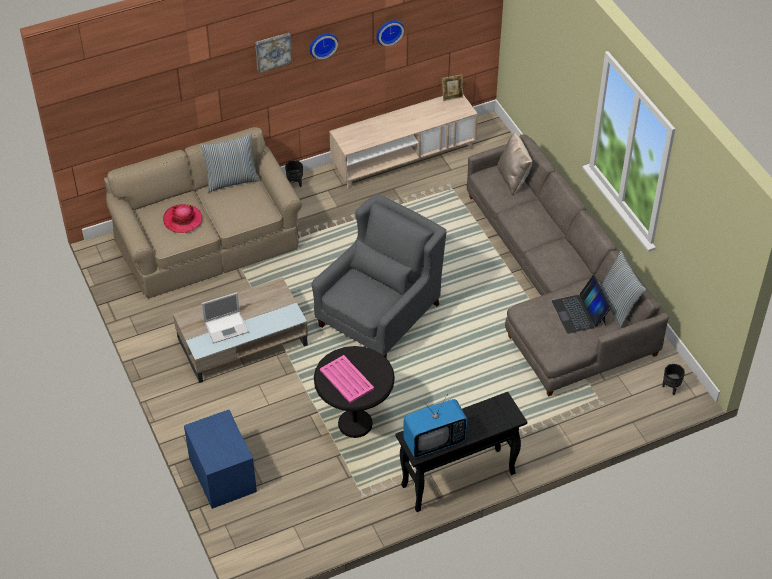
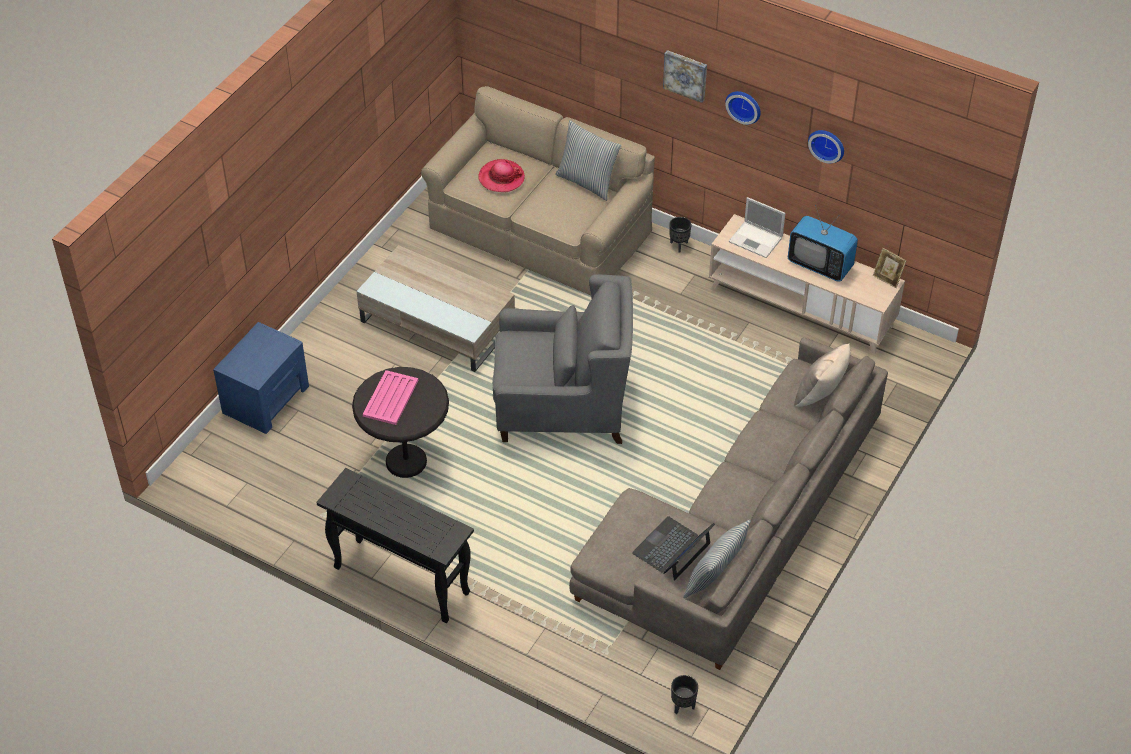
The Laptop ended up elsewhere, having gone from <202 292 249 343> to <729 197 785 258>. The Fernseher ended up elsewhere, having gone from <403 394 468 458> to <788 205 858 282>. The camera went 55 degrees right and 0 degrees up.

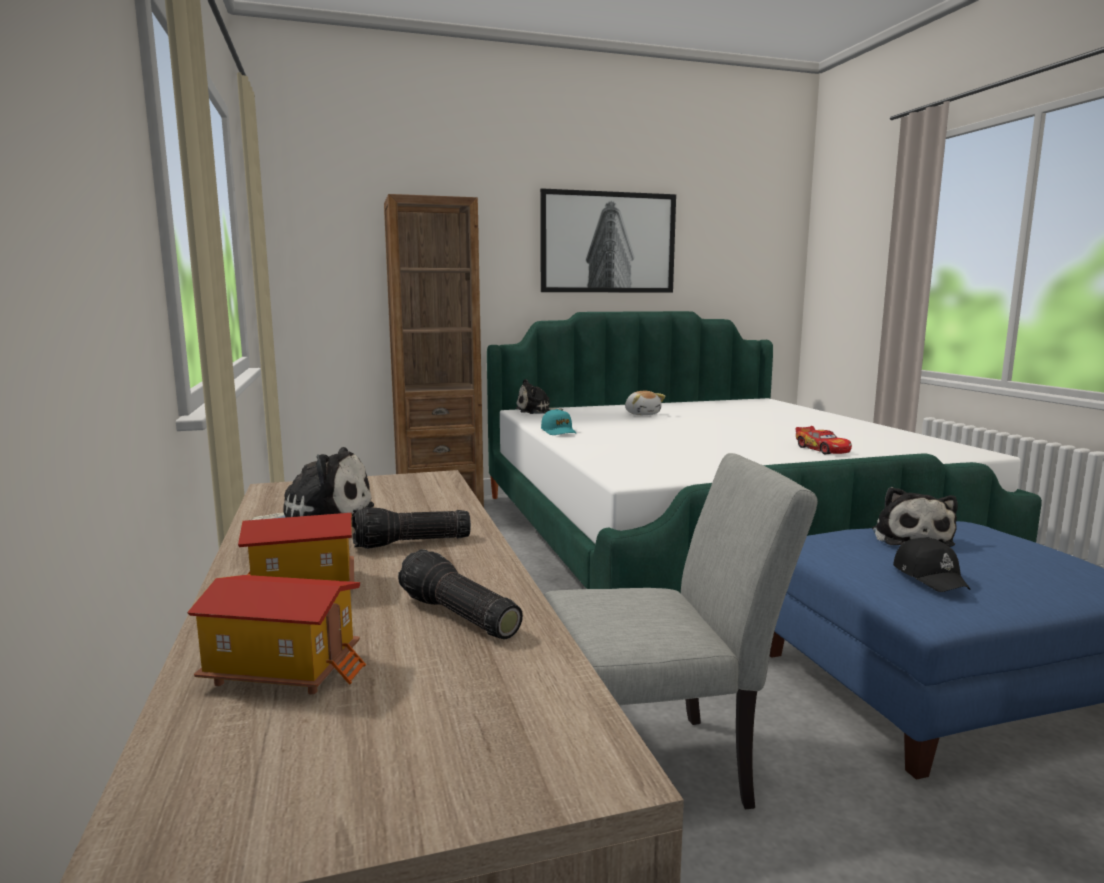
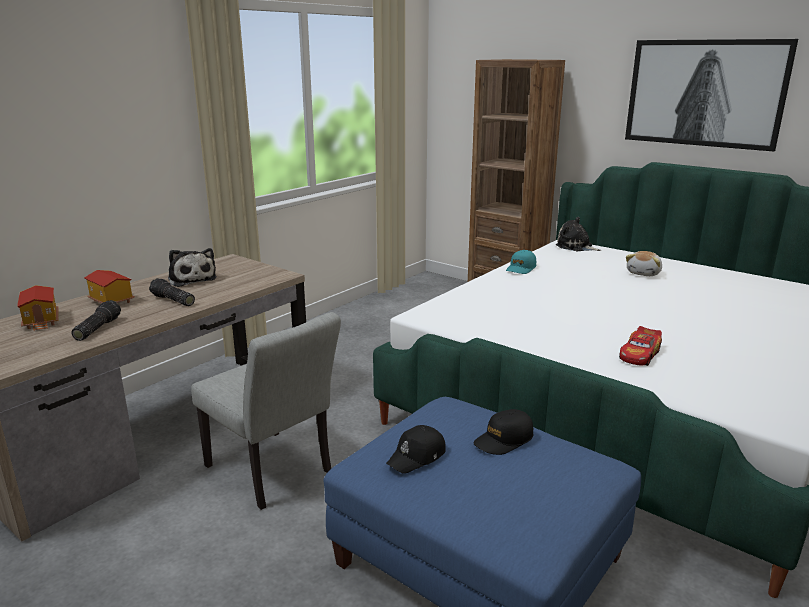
Where the Plüschtier stood at <872 487 958 547>, the Kappe/schwarz came to stand at <473 409 533 455>. The camera went 55 degrees right and 10 degrees up.

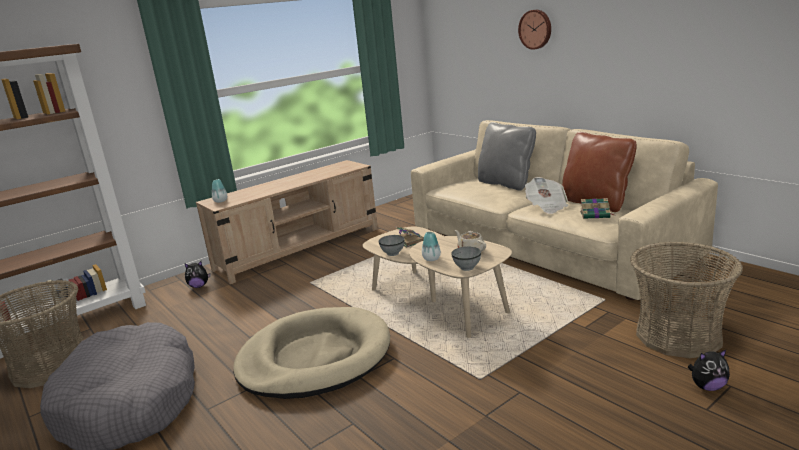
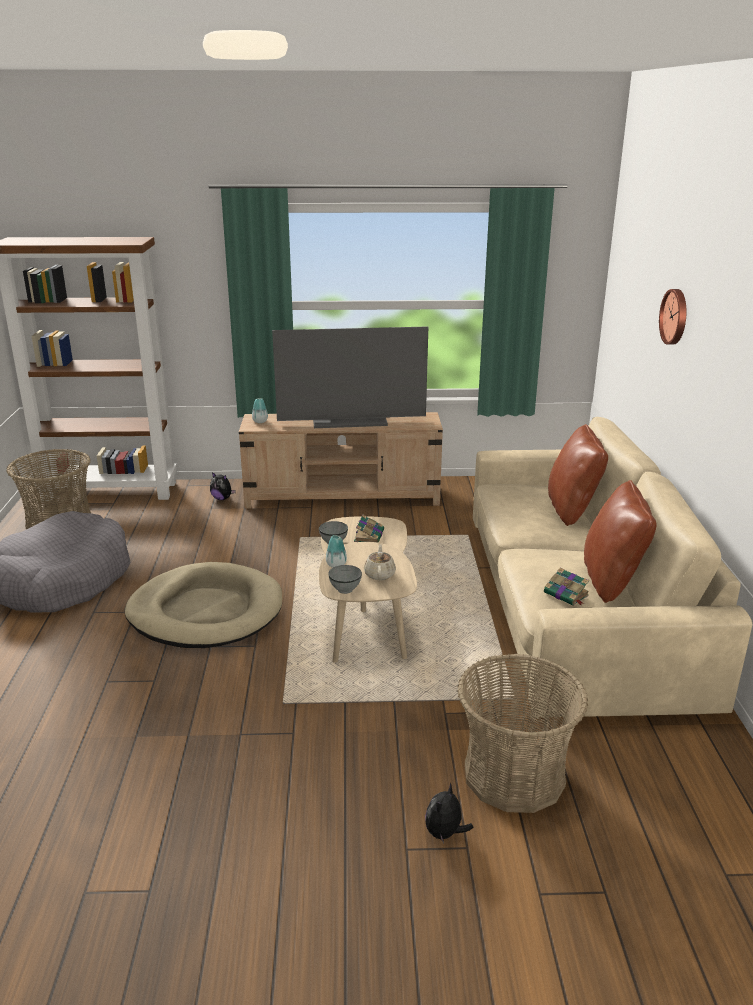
The second view lost the Zeitung at <525 177 569 214>. The second view gained the Fernseher at <272 326 428 428>. What was the Kissen/grau at <478 122 536 191> turned into the Kissen/braun at <548 424 608 526>. The Plüschtier at <688 350 730 391> ended up facing another way, 90 degrees clockwise from before. The camera went 35 degrees right and 5 degrees up.

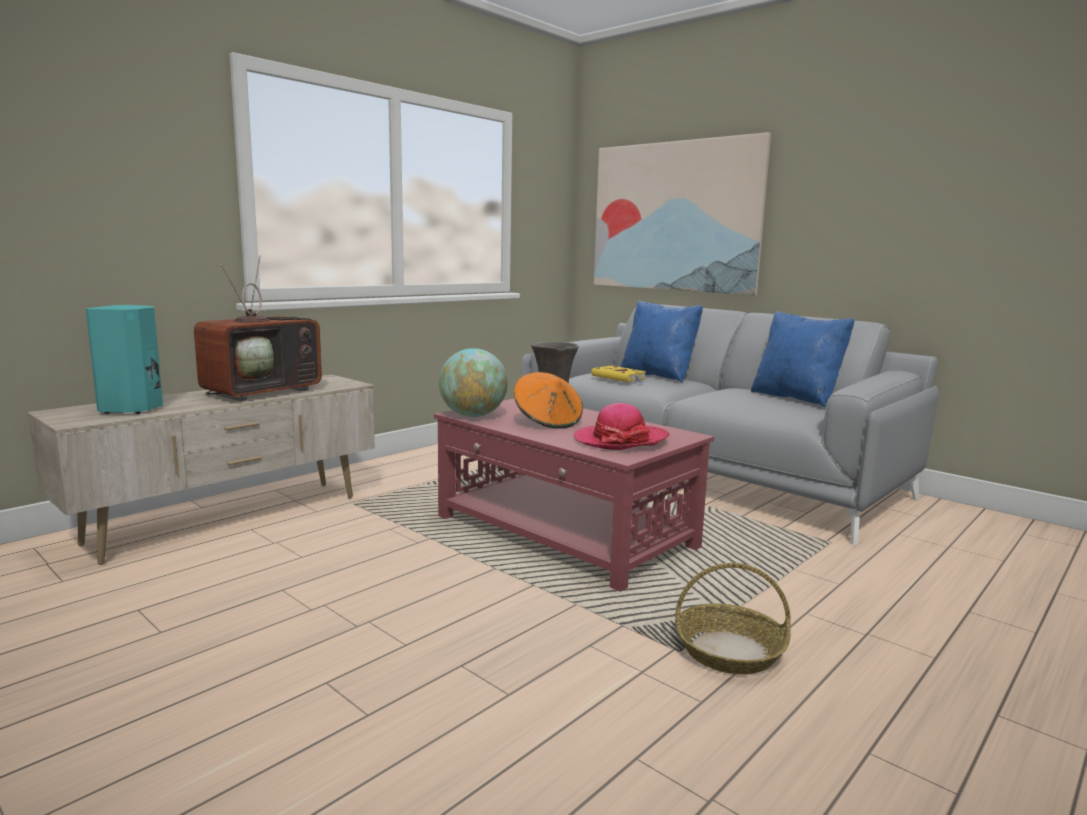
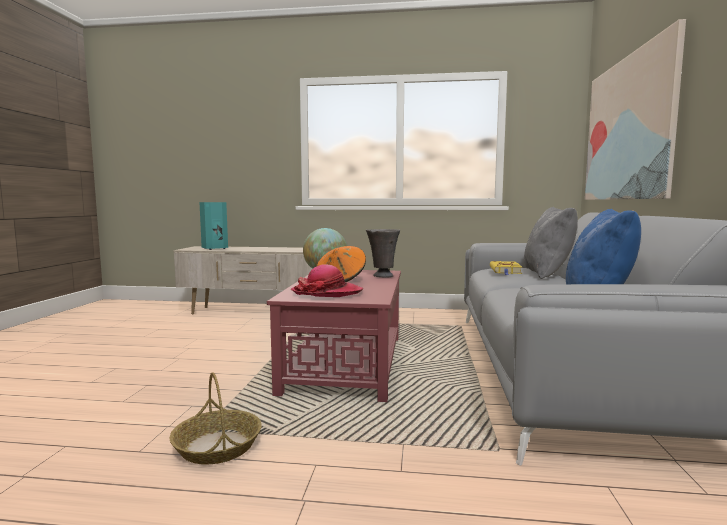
The second view lost the Fernseher at <194 255 322 401>. What was the Kissen/blau at <621 300 703 382> turned into the Kissen/grau at <524 207 578 279>. The camera went 55 degrees right and 5 degrees down.

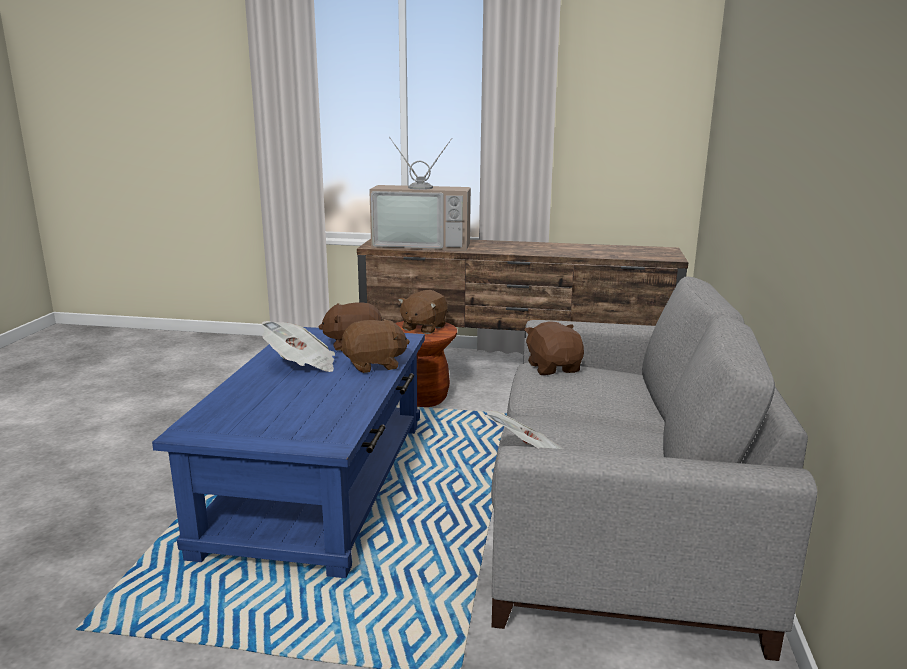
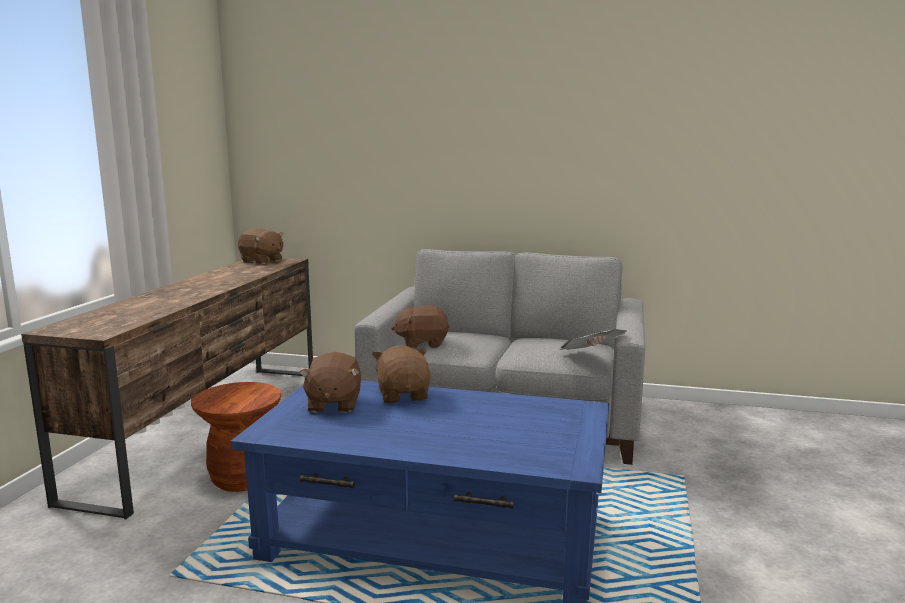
The second view lost the Zeitung at <261 321 335 372>. The second view lost the Fernseher at <369 137 471 251>. The Plüschtier/braun ended up elsewhere, having gone from <398 290 448 334> to <238 228 283 264>. The camera went 85 degrees left and 5 degrees down.

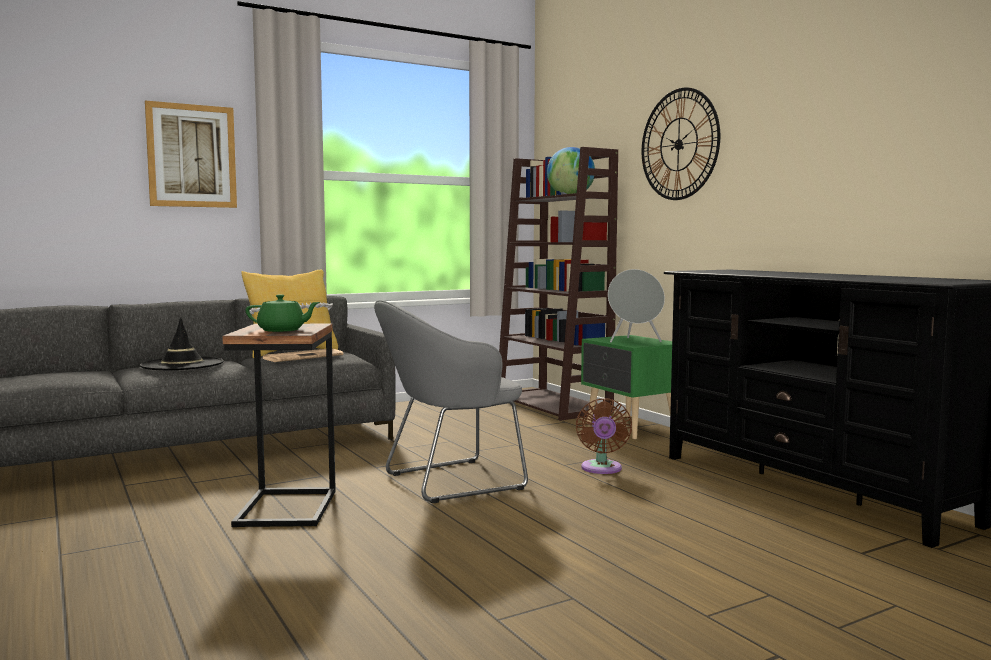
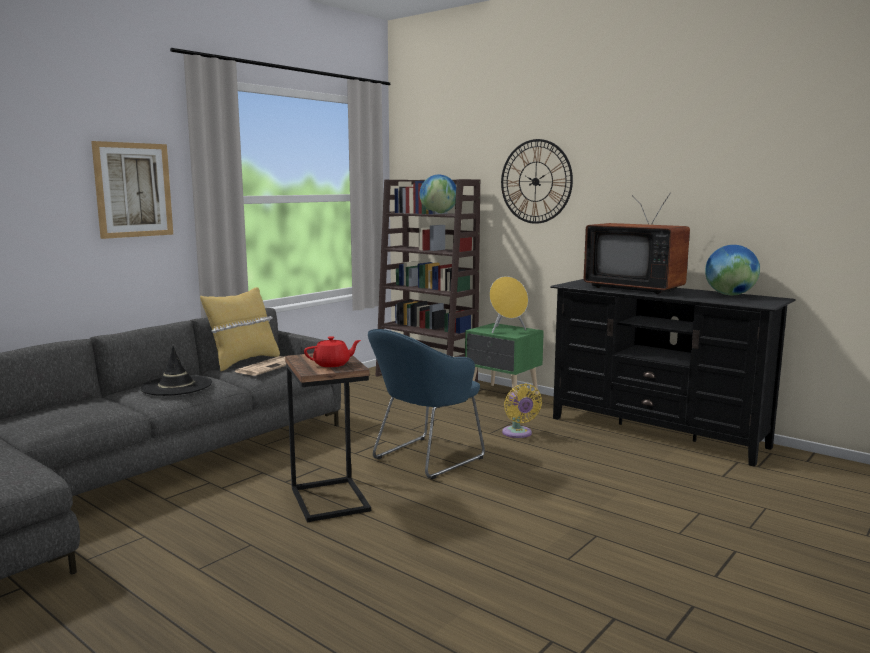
The second view gained the Fernseher at <584 192 690 294>. The second view gained the Globus at <705 245 760 295>. What was the Teekanne/grün at <245 295 320 332> turned into the Teekanne/rot at <304 336 361 367>. What was the Sessel/grau at <374 300 528 503> turned into the Sessel/blau at <368 329 485 479>. What was the Ventilator/braun at <576 398 632 474> turned into the Ventilator/gelb at <502 384 542 438>. What was the Lautsprecher/grau at <608 269 665 342> turned into the Lautsprecher/gelb at <489 276 528 333>. The camera went 20 degrees left and 5 degrees up.

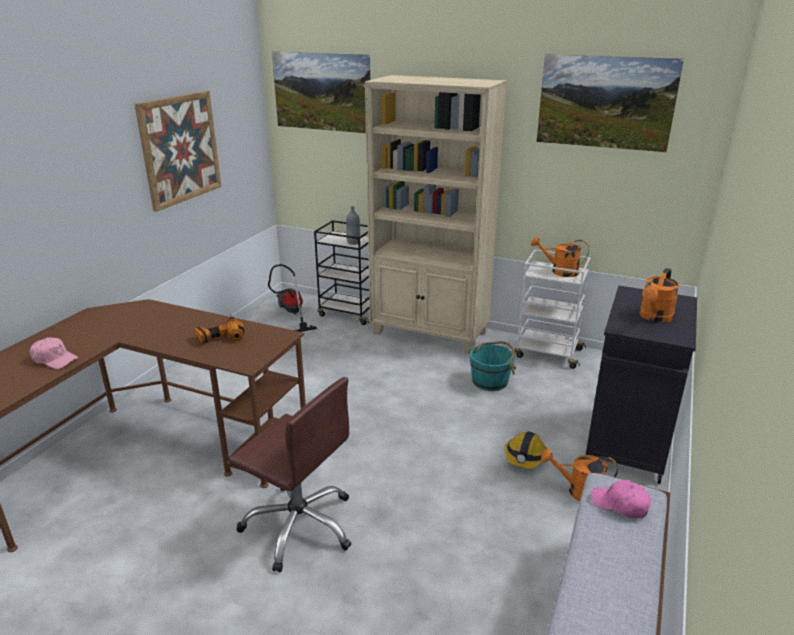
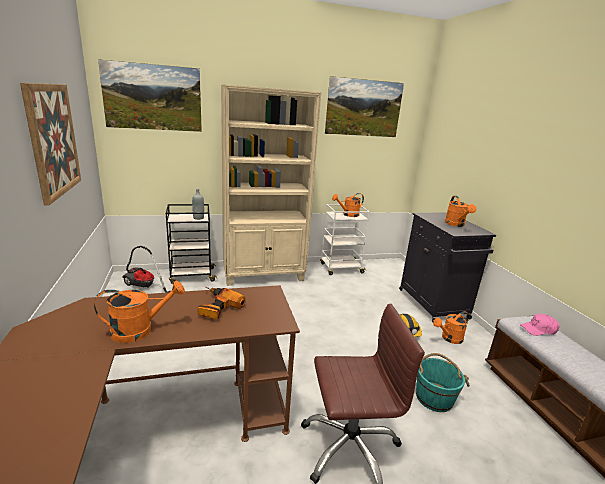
The second view lost the Kappe/rosa at <30 337 79 369>. The second view gained the Gießkanne/orange at <94 281 185 343>. The Eimer/türkis ended up elsewhere, having gone from <468 341 516 391> to <416 353 470 412>. The camera went 40 degrees left and 5 degrees down.

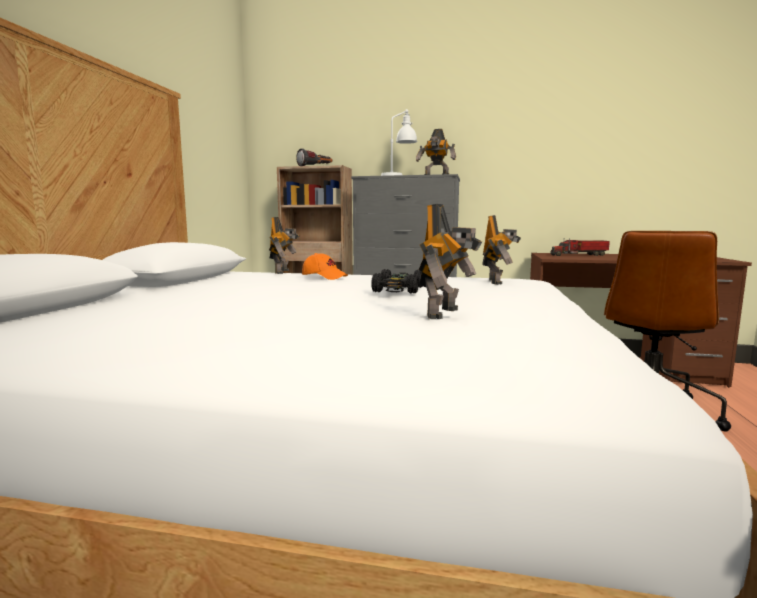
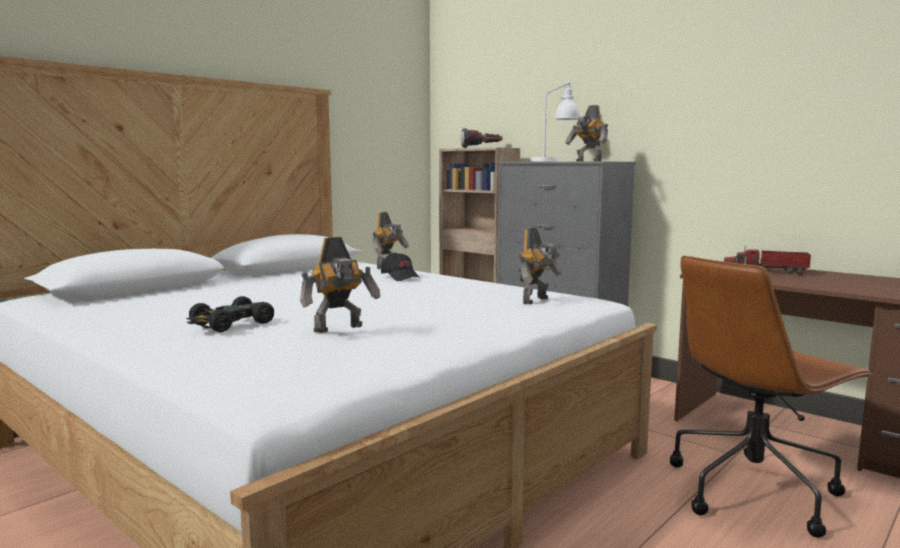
The Spielzeugauto/schwarz ended up elsewhere, having gone from <371 269 422 294> to <186 296 274 332>. What was the Kappe/orange at <302 253 348 280> turned into the Kappe/schwarz at <381 253 420 281>. The camera went 30 degrees right and 0 degrees up.

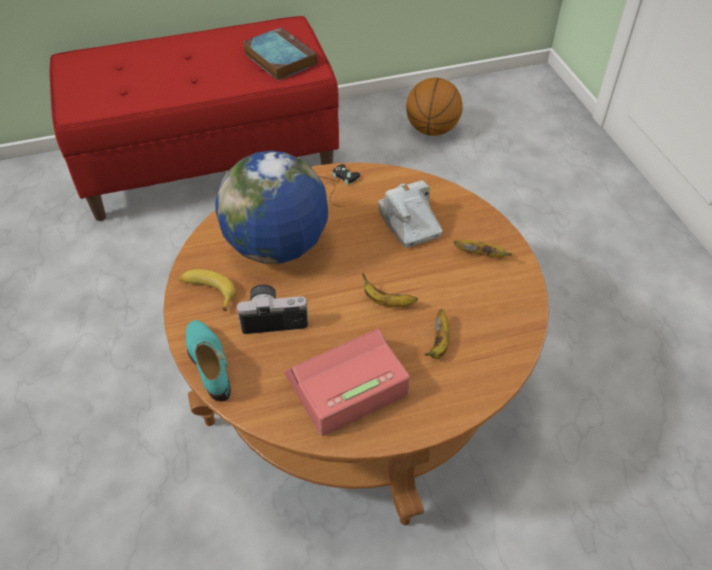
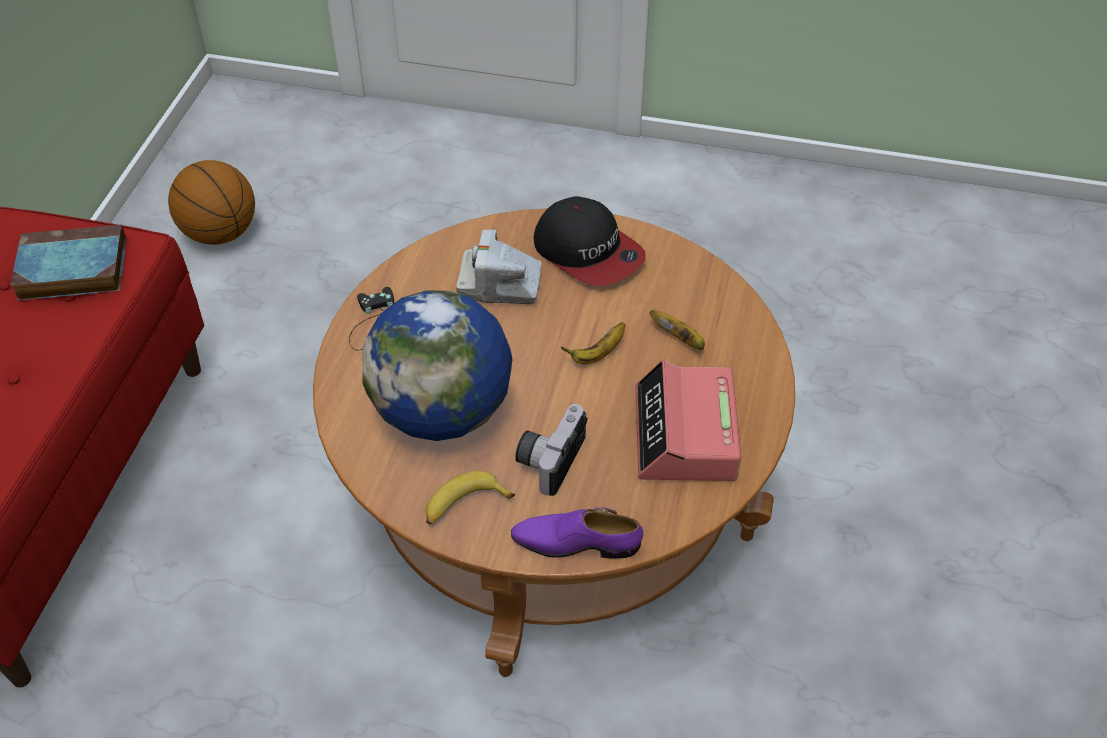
Where the Banane stood at <454 240 512 257>, the Kappe came to stand at <534 196 646 286>. What was the Schuh/türkis at <186 320 231 402> turned into the Schuh/lila at <511 507 643 559>. The camera went 60 degrees left and 0 degrees up.

